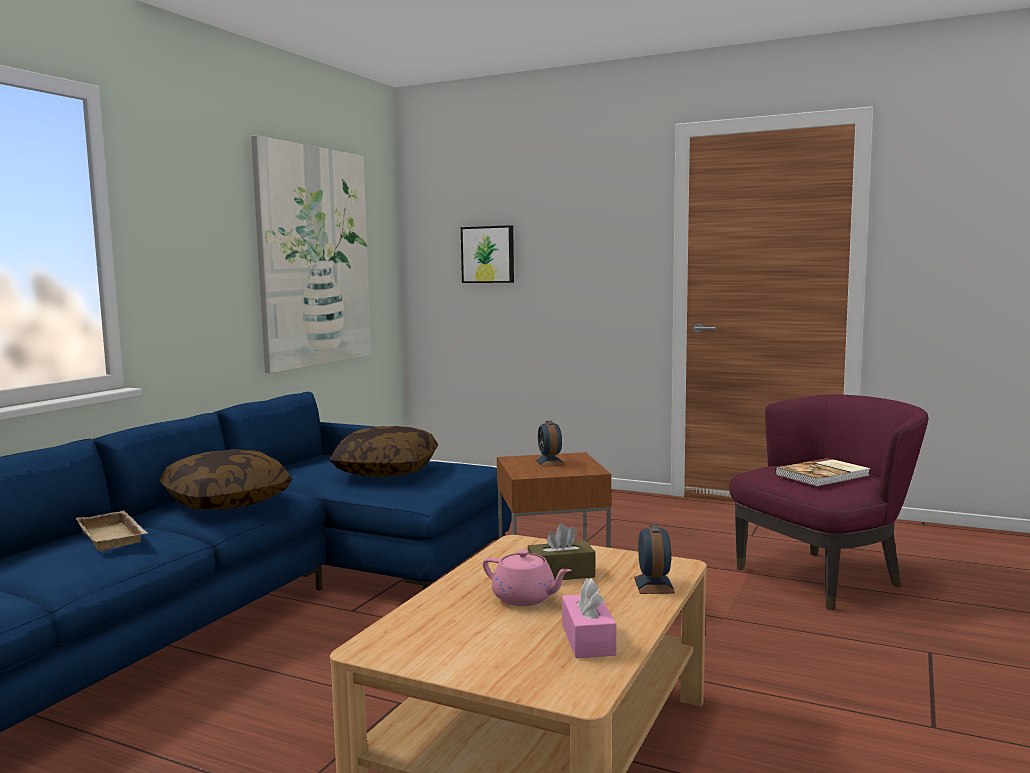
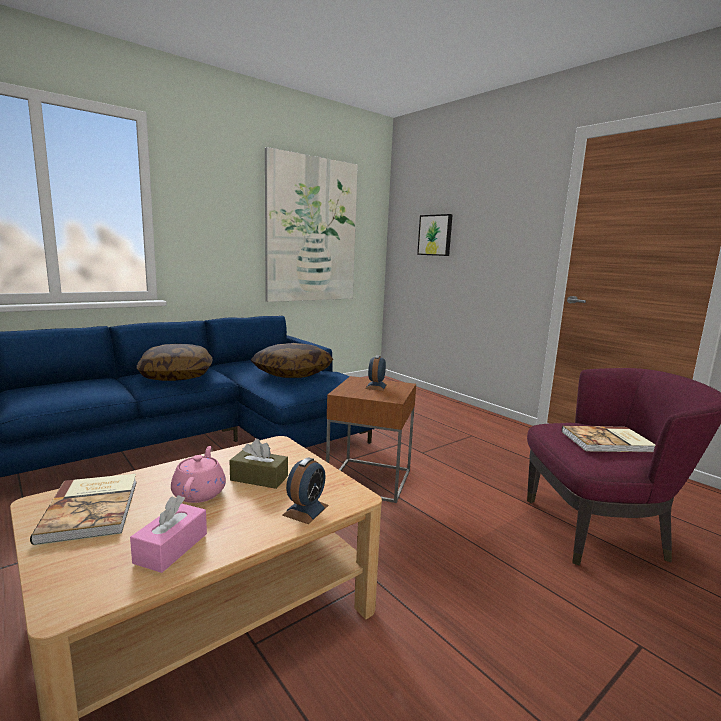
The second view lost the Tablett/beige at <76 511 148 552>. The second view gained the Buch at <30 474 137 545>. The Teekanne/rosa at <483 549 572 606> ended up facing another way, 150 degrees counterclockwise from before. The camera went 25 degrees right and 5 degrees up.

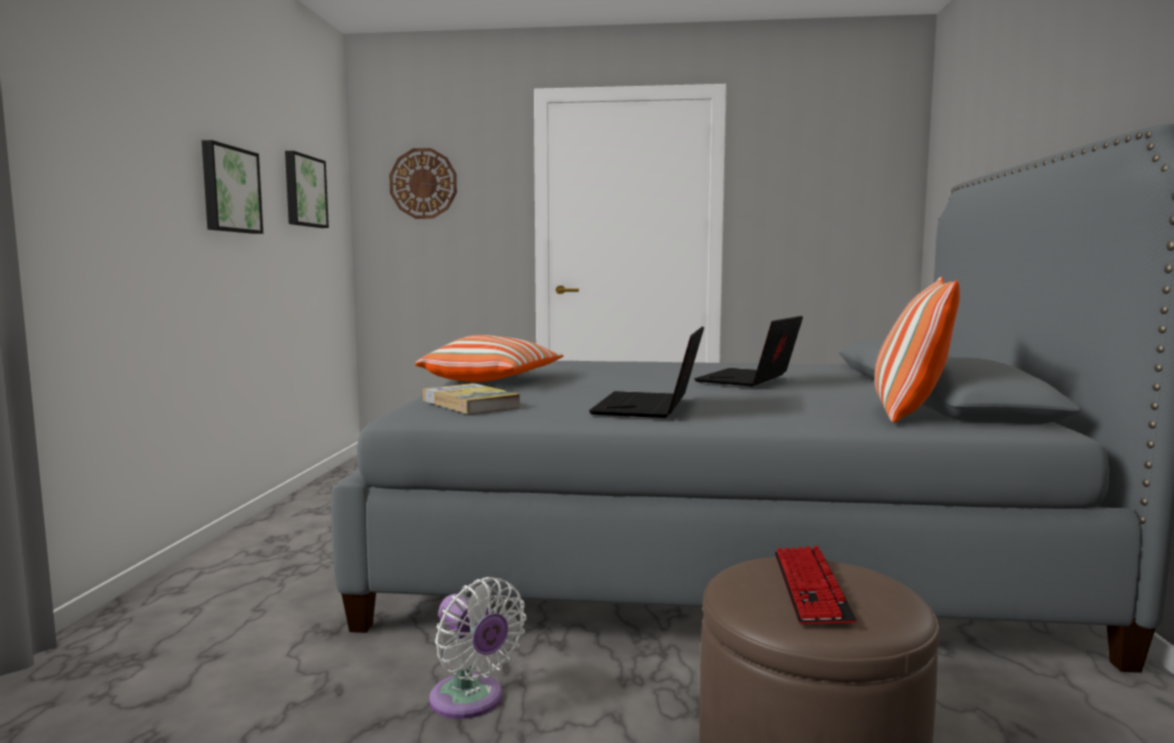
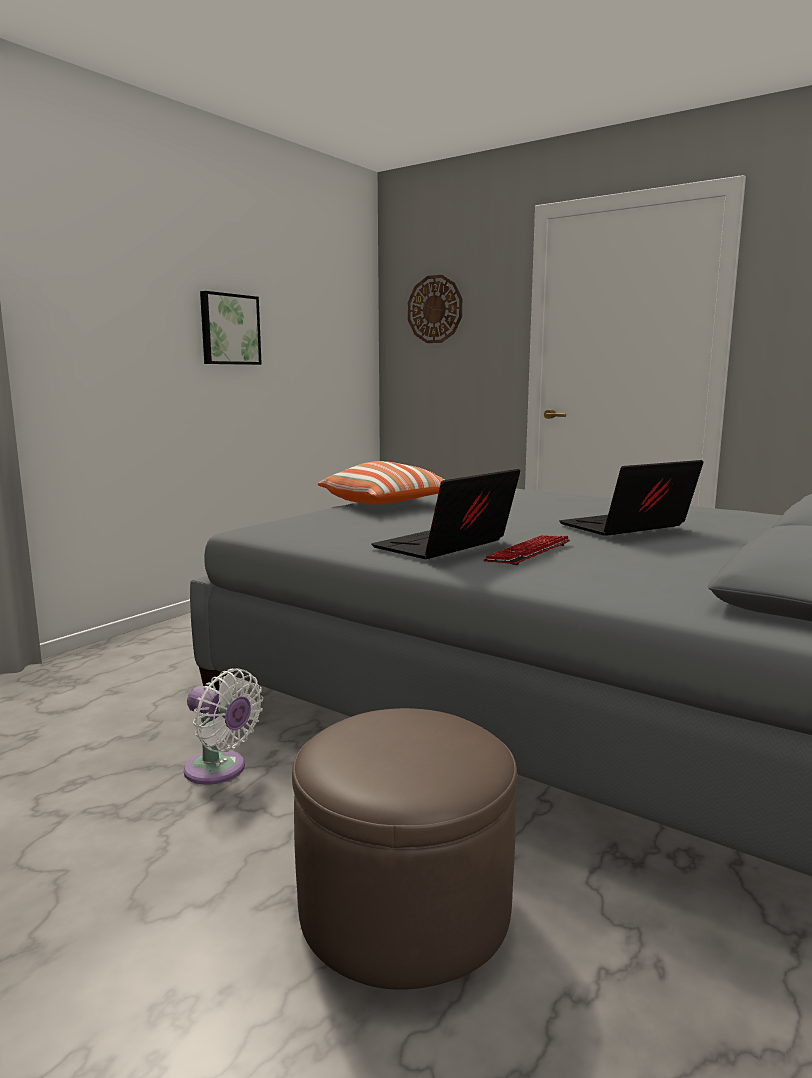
The second view lost the Bild at <285 151 329 228>. The second view lost the Buch at <423 383 521 414>. The second view lost the Kissen at <874 277 960 423>. The Tastatur ended up elsewhere, having gone from <774 546 857 624> to <484 535 570 566>. The Ventilator/weiß at <429 577 526 719> ended up facing another way, 45 degrees counterclockwise from before. The camera went 30 degrees right and 5 degrees up.

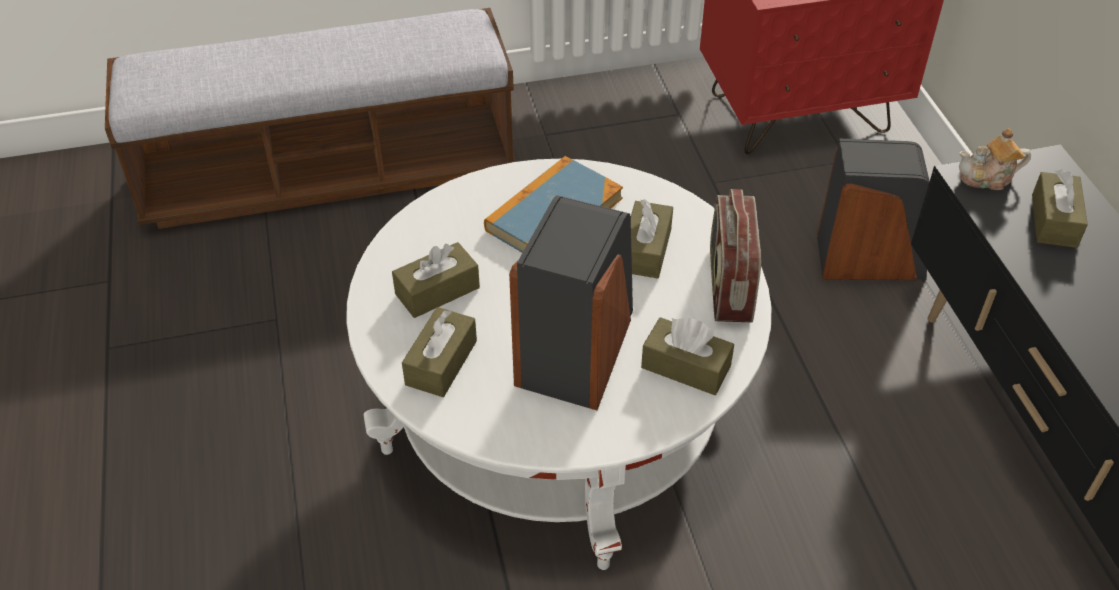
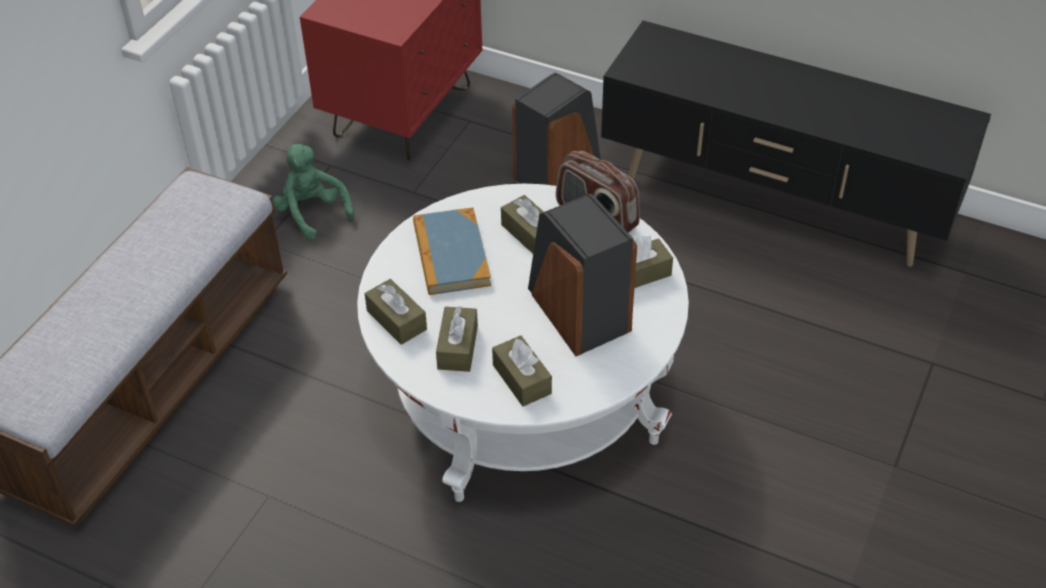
The second view lost the Teekanne at <959 128 1031 190>. The second view gained the Plüschtier/grün at <273 144 354 241>. The Taschentuchbox/braun ended up elsewhere, having gone from <1032 169 1088 248> to <365 279 427 345>. The camera went 50 degrees left and 0 degrees up.

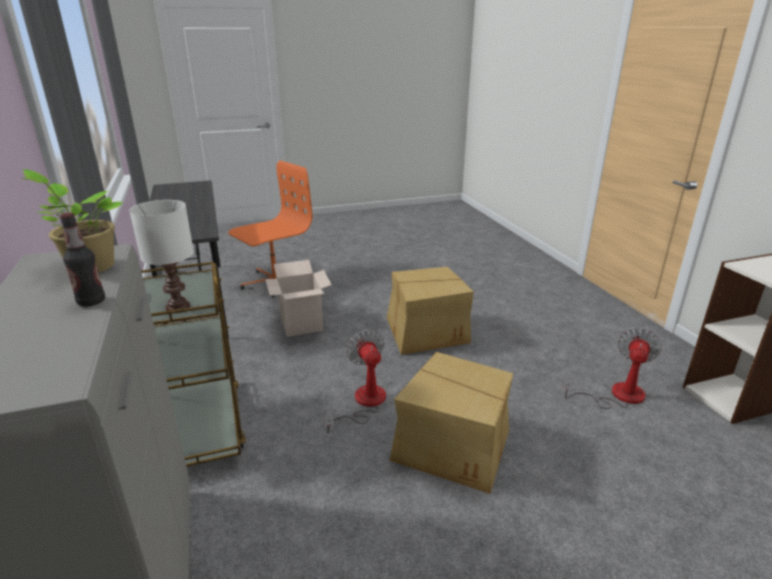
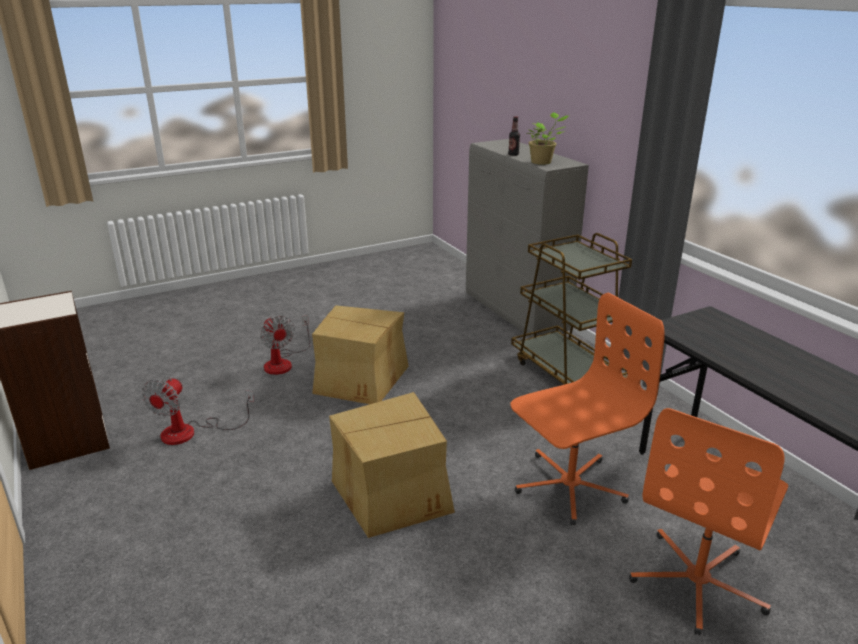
The second view lost the Tischlampe/weiß at <129 200 194 313>. The Ventilator ended up elsewhere, having gone from <324 330 386 434> to <260 315 310 375>. Where the Karton stood at <265 260 332 337>, the Bürostuhl/orange came to stand at <511 292 665 525>. The camera went 170 degrees right and 0 degrees up.

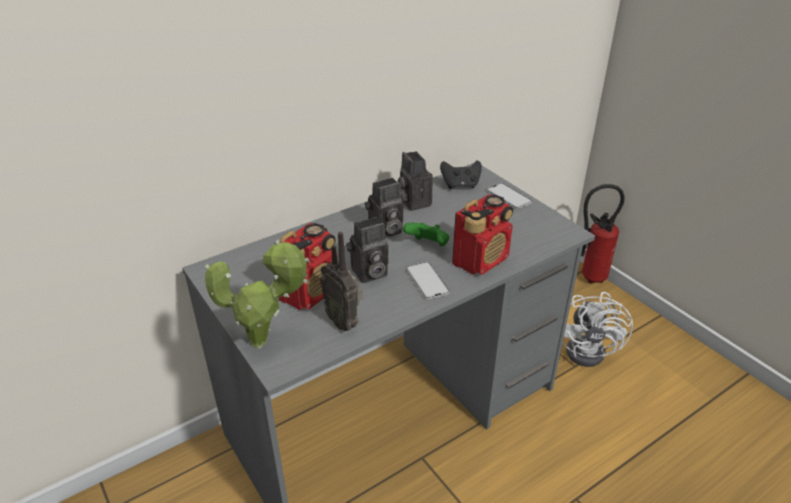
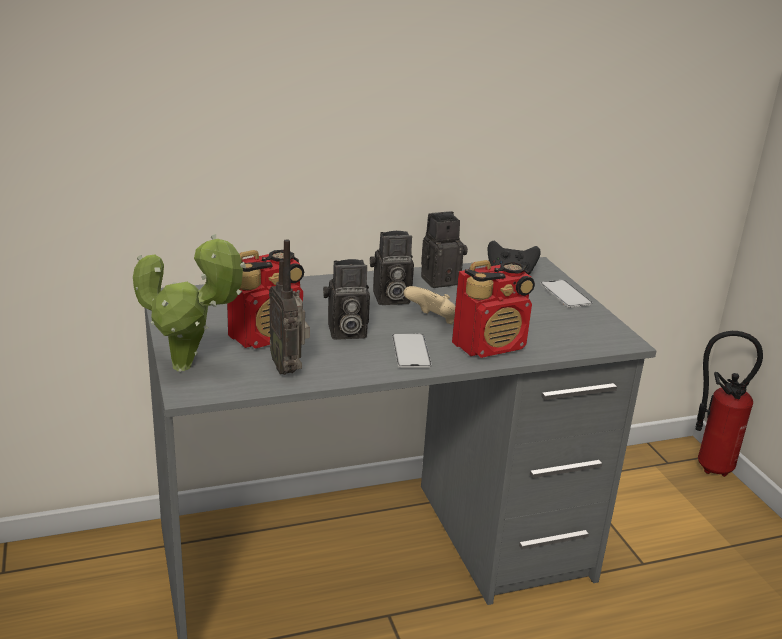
The second view lost the Ventilator/weiß at <562 292 633 367>. What was the Gamepad/grün at <403 223 449 246> turned into the Gamepad/beige at <403 286 455 324>. The Kamera at <398 151 433 211> ended up facing another way, 75 degrees clockwise from before. The camera went 15 degrees right and 10 degrees down.

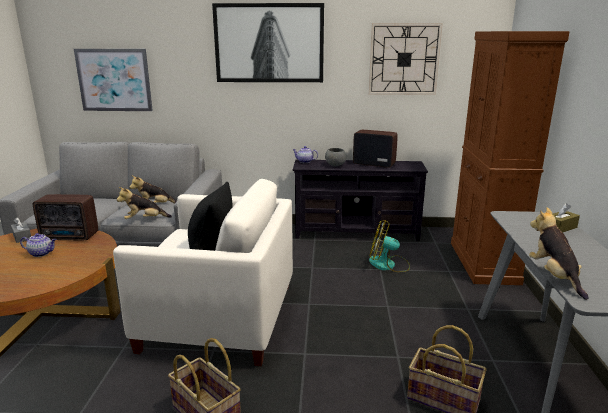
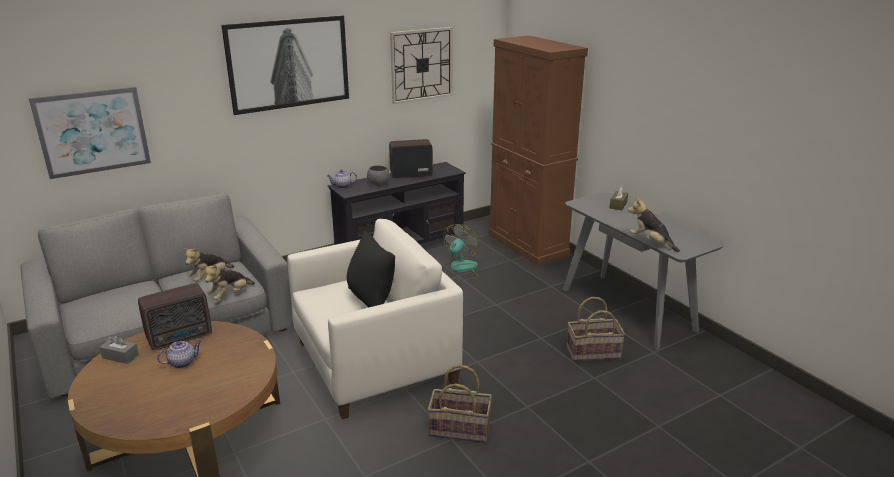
The Ventilator at <369 220 410 272> ended up facing another way, 135 degrees clockwise from before. The camera went 35 degrees left and 5 degrees up.

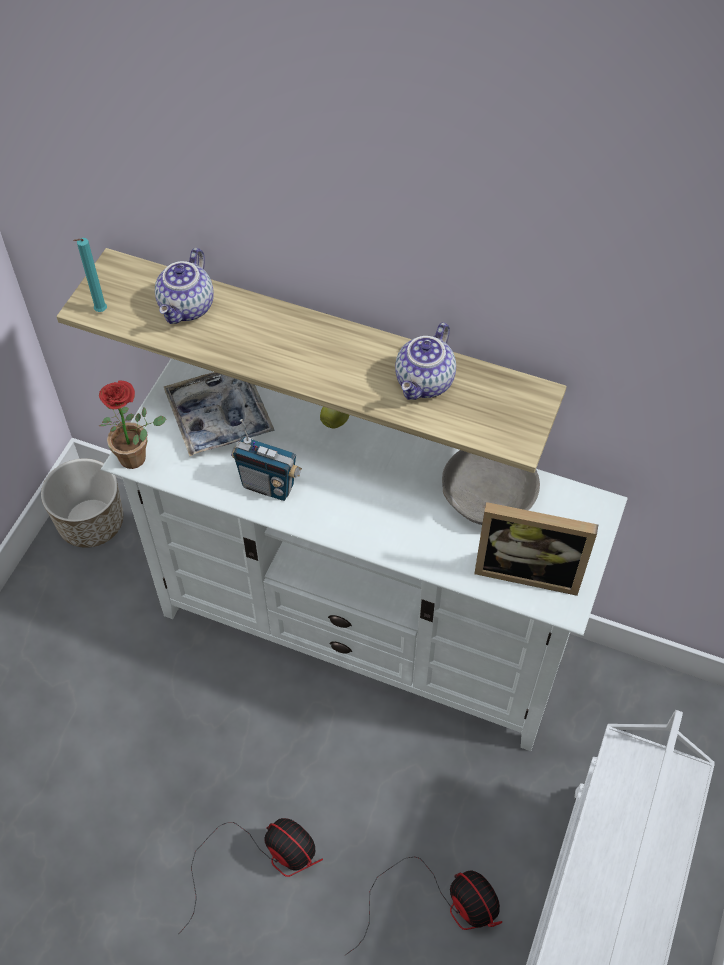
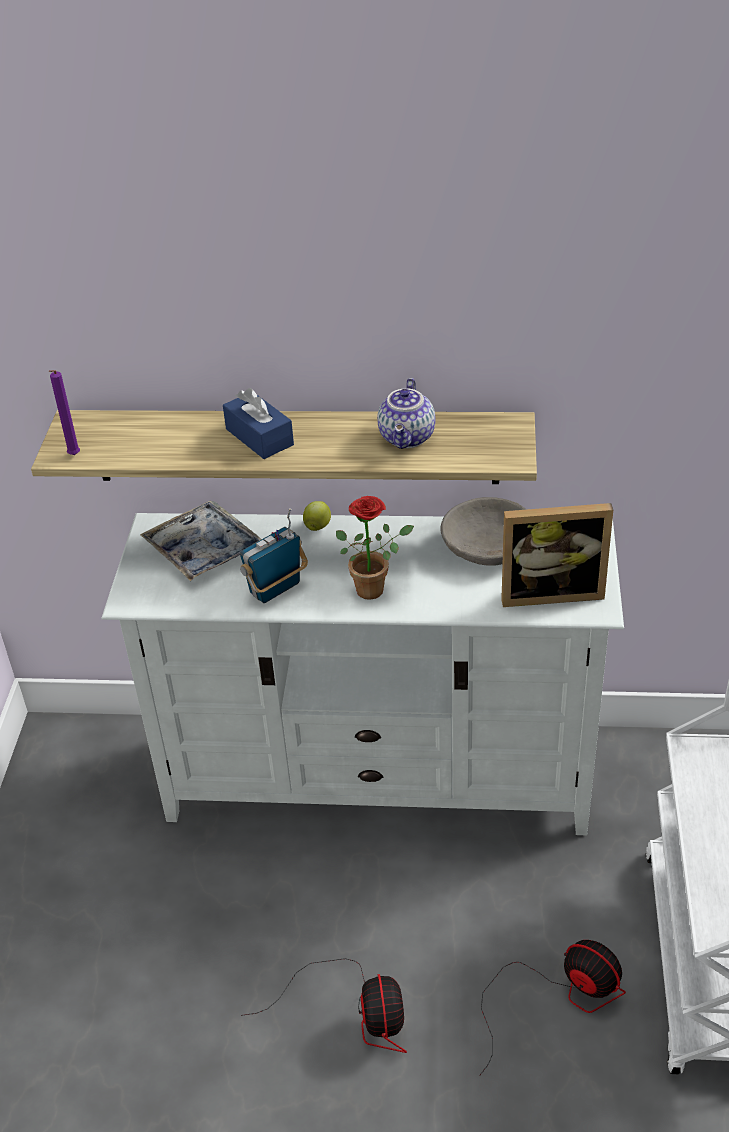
The second view lost the Pflanzkübel at <41 458 123 548>. The second view lost the Teekanne at <155 248 214 324>. The second view gained the Taschentuchbox/blau at <223 388 294 459>. The Topfpflanze ended up elsewhere, having gone from <99 380 167 469> to <336 496 414 600>. What was the Kerze/türkis at <73 238 107 312> turned into the Kerze/lila at <49 370 80 455>. The Ventilator at <178 818 323 935> ended up facing another way, 60 degrees clockwise from before. The Radio at <231 419 302 501> ended up facing another way, 135 degrees clockwise from before. The camera went 15 degrees left and 15 degrees down.

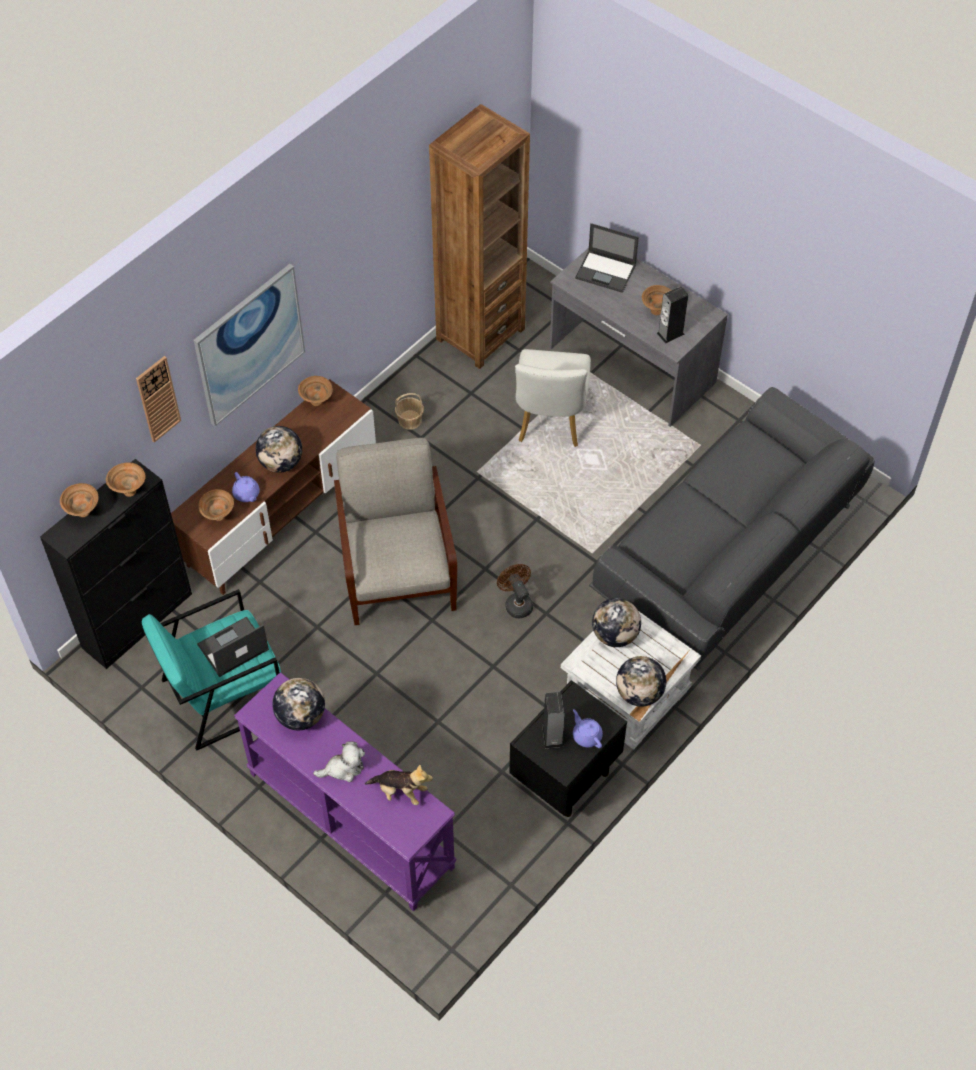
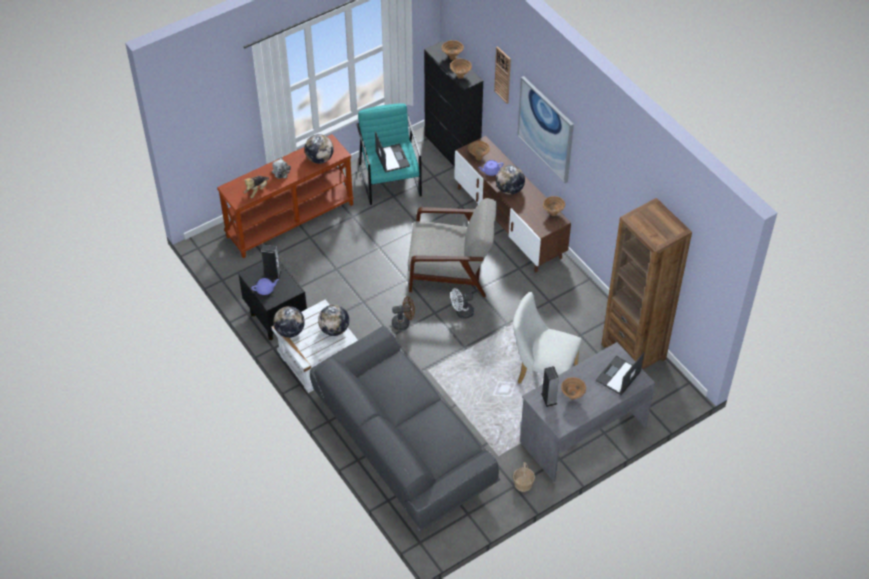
The second view gained the Ventilator/weiß at <451 288 474 319>. The Korb ended up elsewhere, having gone from <395 393 424 430> to <513 462 535 492>. What was the Konsolentisch/lila at <234 672 457 911> turned into the Konsolentisch/braun at <217 134 354 258>. The camera went 105 degrees right and 5 degrees down.

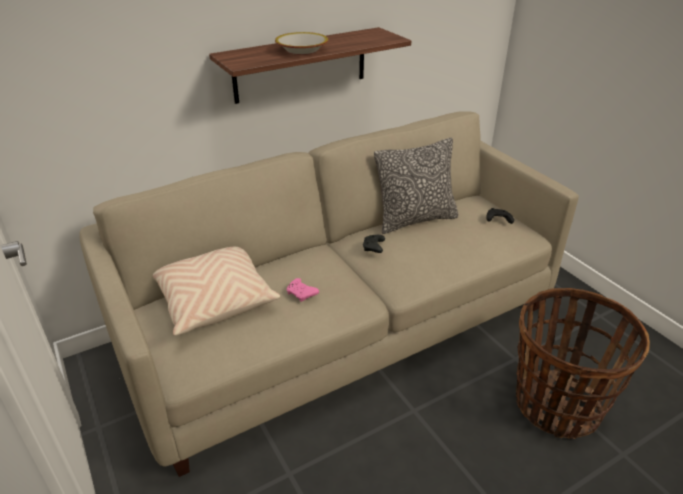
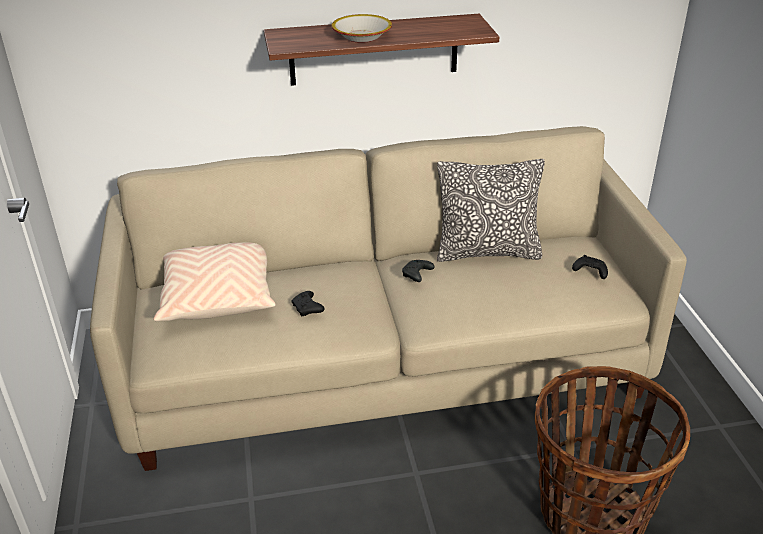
What was the Gamepad/rosa at <286 278 319 302> turned into the Gamepad/schwarz at <292 291 325 316>. The camera went 20 degrees right and 0 degrees up.

